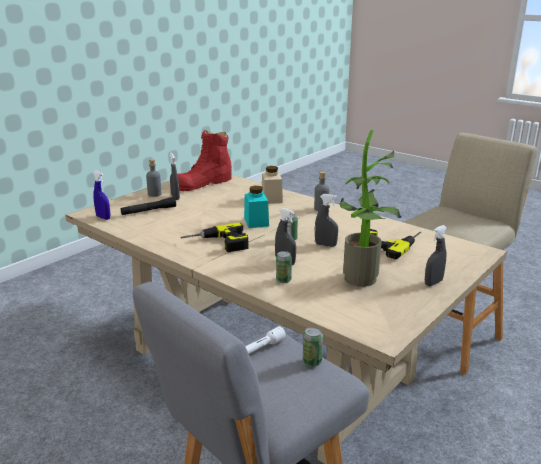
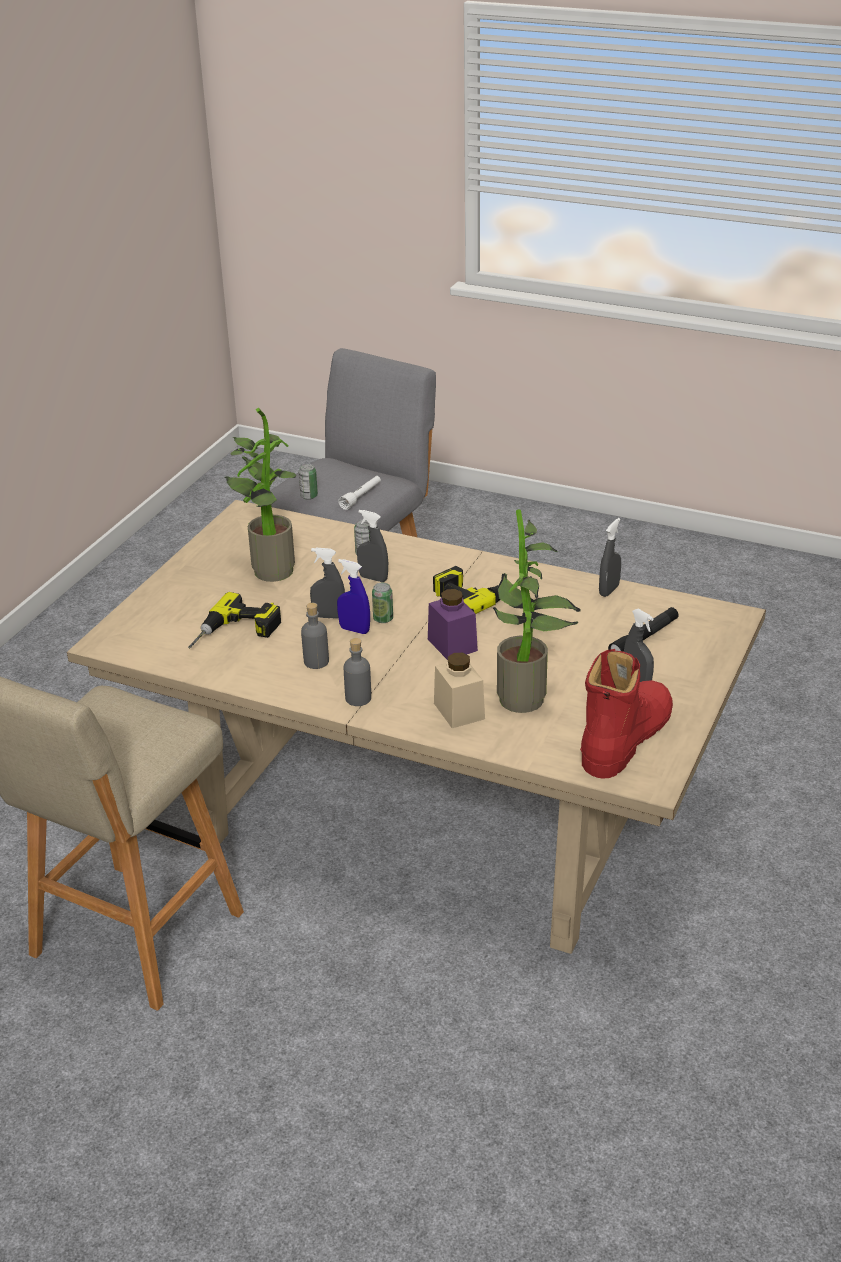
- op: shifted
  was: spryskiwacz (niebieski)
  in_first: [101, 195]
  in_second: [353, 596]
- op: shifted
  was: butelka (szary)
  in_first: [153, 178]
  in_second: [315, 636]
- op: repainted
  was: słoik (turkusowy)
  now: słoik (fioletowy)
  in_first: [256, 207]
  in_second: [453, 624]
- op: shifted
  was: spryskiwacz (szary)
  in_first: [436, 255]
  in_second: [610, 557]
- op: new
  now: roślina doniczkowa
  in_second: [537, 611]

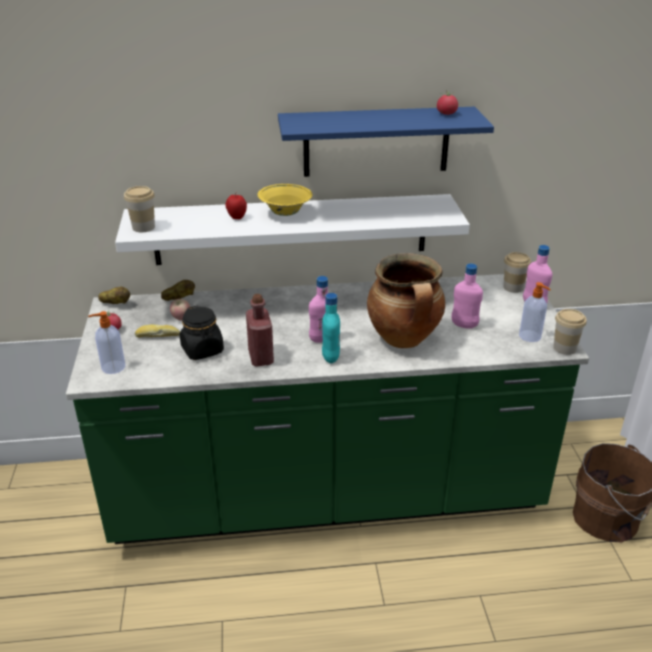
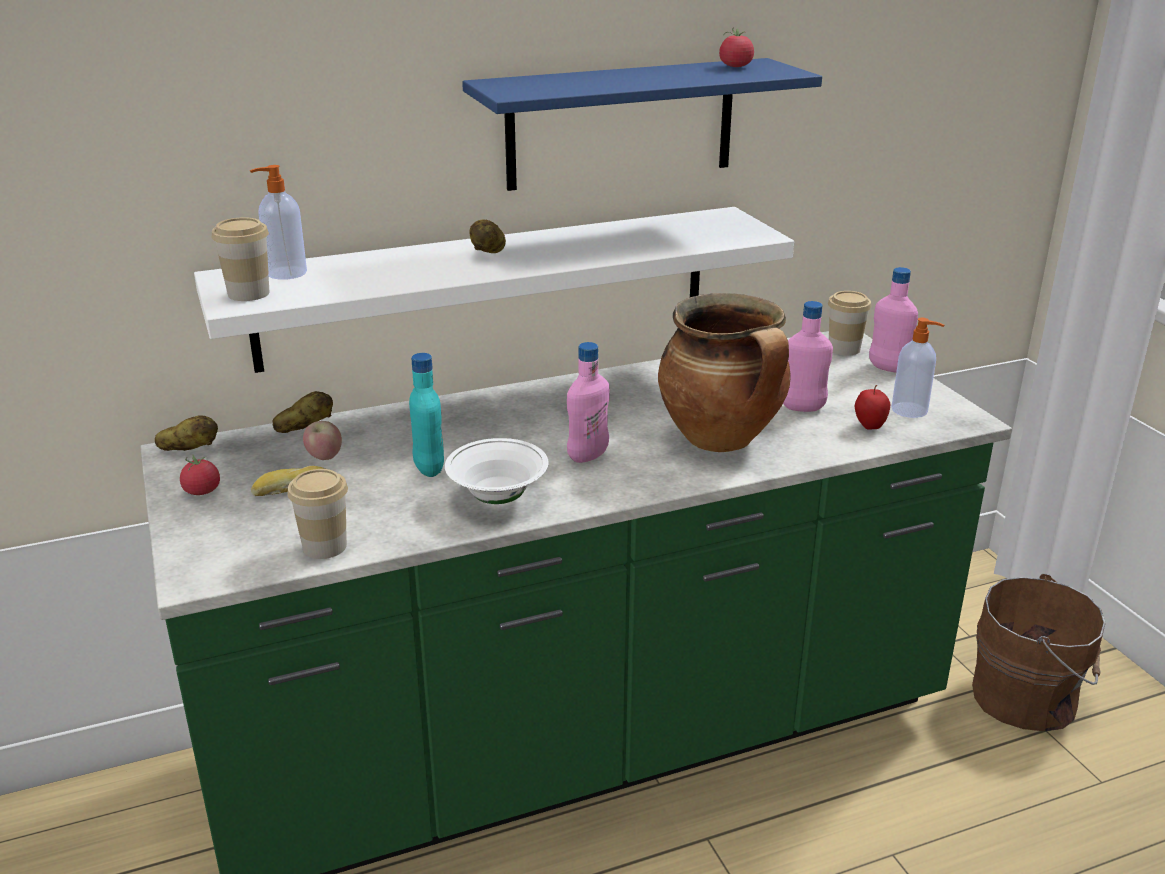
- op: shifted
  was: dozownik mydła
  in_first: [106, 342]
  in_second: [278, 222]
- op: gone
  was: słoik (czarny)
  in_first: [202, 333]
- op: shifted
  was: jabłko
  in_first: [236, 205]
  in_second: [872, 407]
- op: swapped
  was: butelka (czerwony)
  now: miska (biały)
  in_first: [260, 330]
  in_second: [496, 471]
- op: swapped
  was: miska (żółty)
  now: ziemniak
  in_first: [285, 200]
  in_second: [487, 236]
- op: shifted
  was: butelka (turkusowy)
  in_first: [331, 328]
  in_second: [426, 415]
- op: shifted
  was: filiżanka
  in_first: [570, 332]
  in_second: [317, 514]

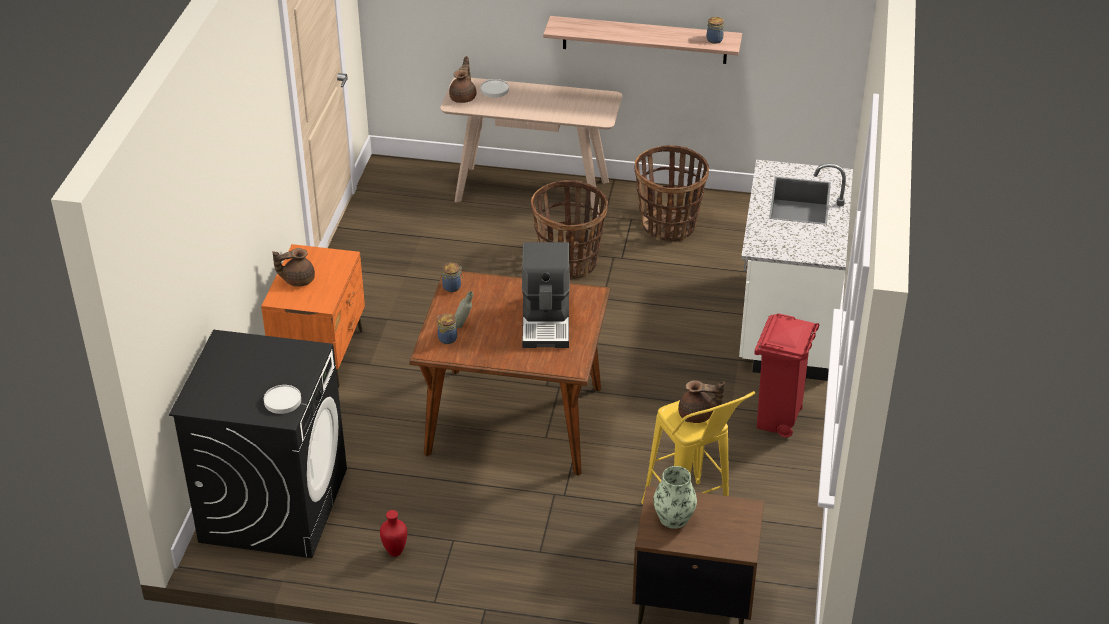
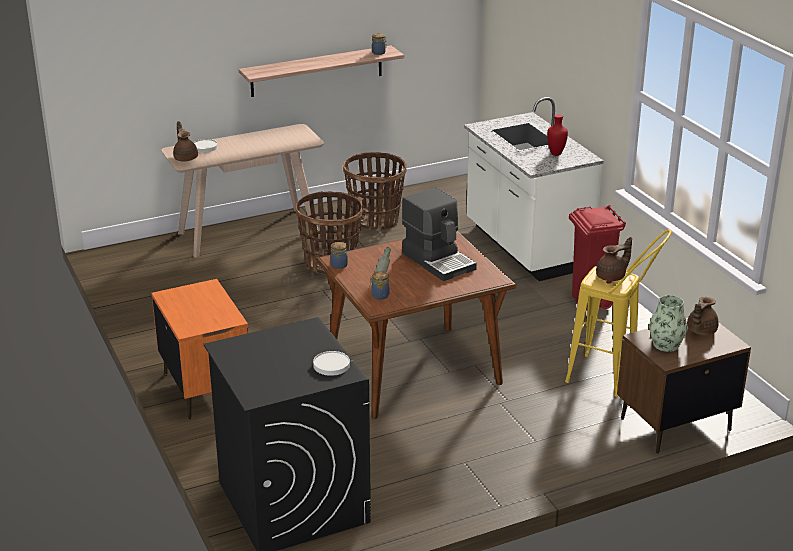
- op: shifted
  was: imbryk (brązowy)
  in_first: [294, 267]
  in_second: [703, 316]
- op: shifted
  was: wazon (czerwony)
  in_first: [393, 533]
  in_second: [557, 135]

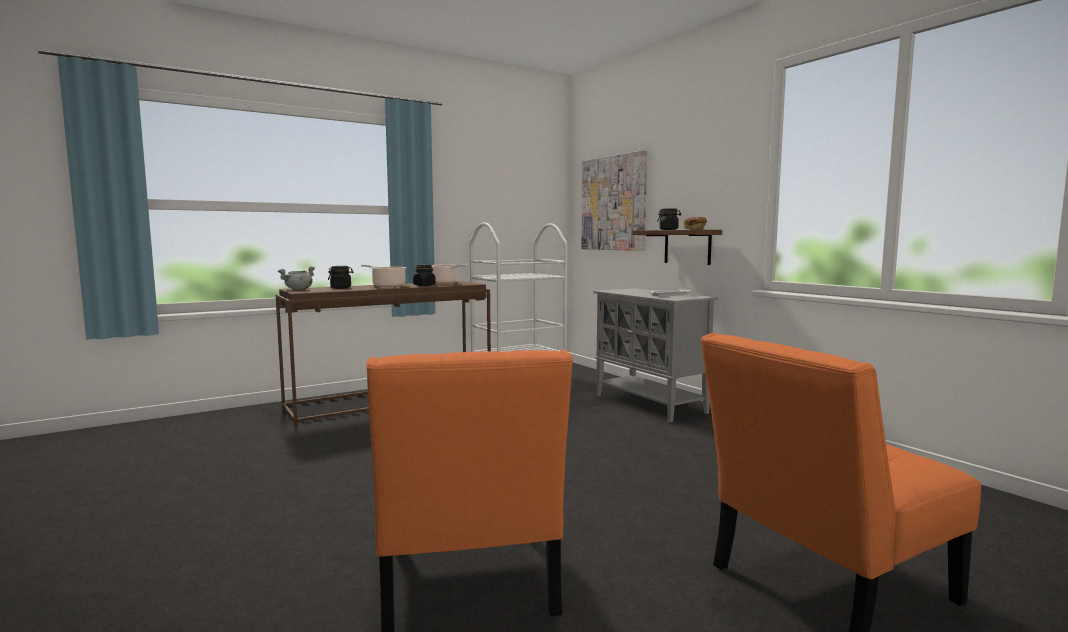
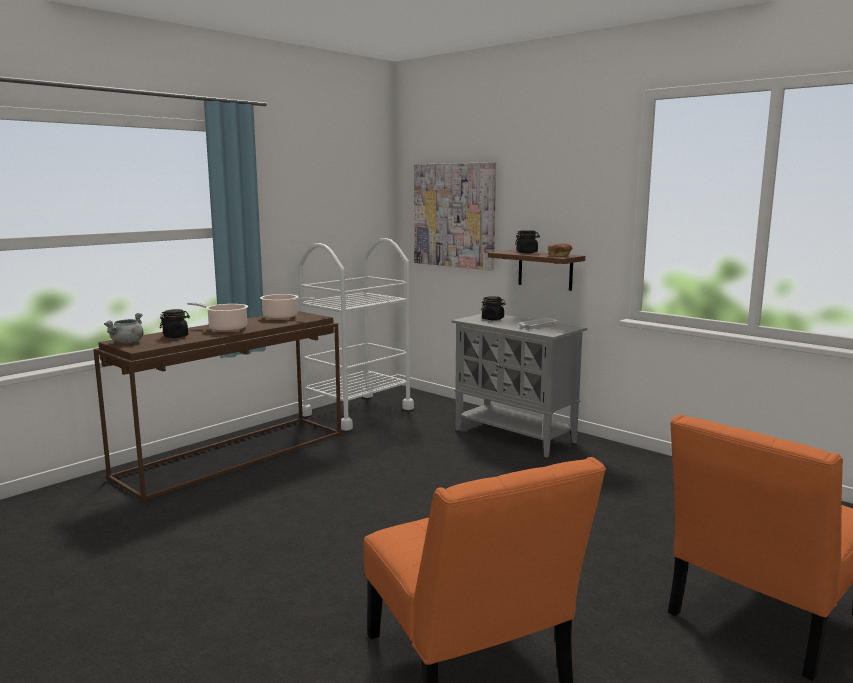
- op: shifted
  was: słoik (czarny)
  in_first: [424, 275]
  in_second: [493, 308]

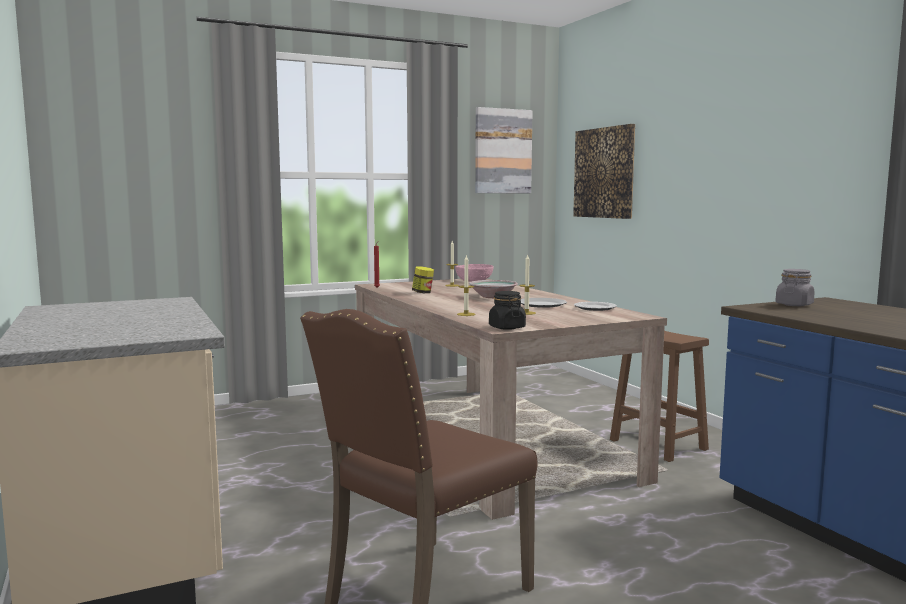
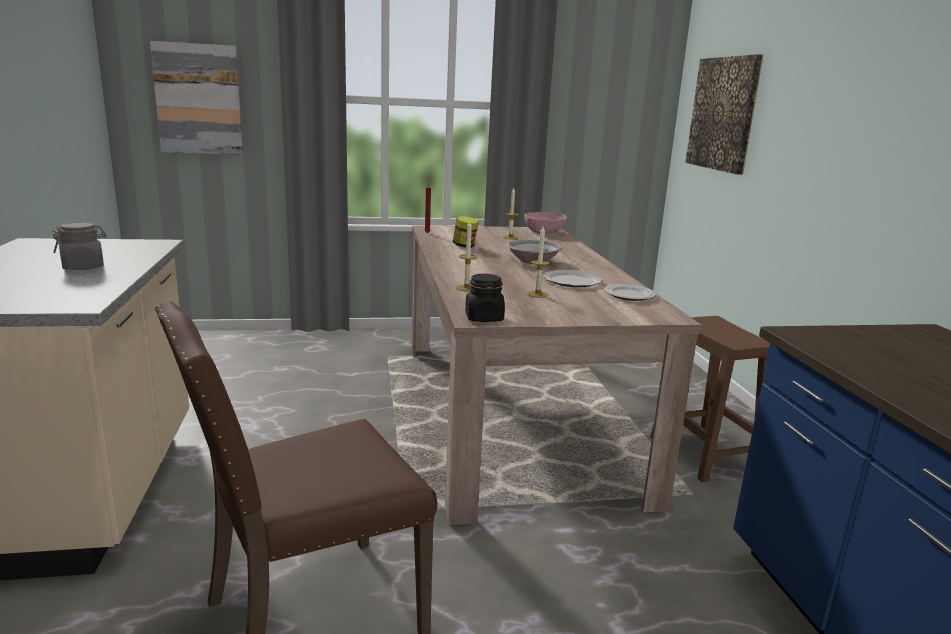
- op: shifted
  was: obraz
  in_first: [503, 150]
  in_second: [196, 98]
- op: shifted
  was: słoik (szary)
  in_first: [794, 287]
  in_second: [80, 246]

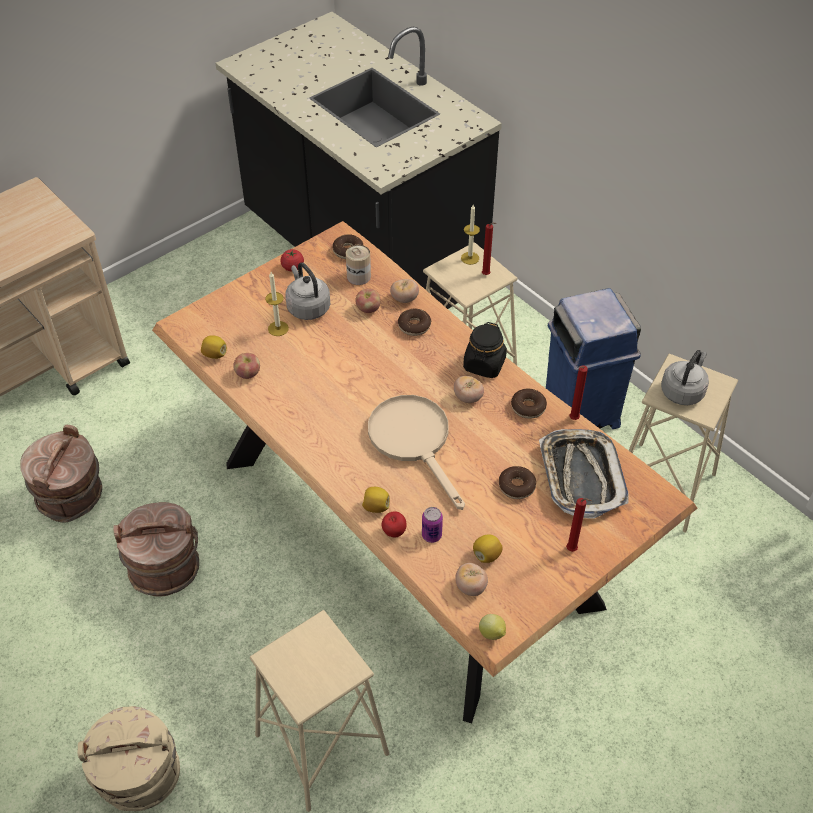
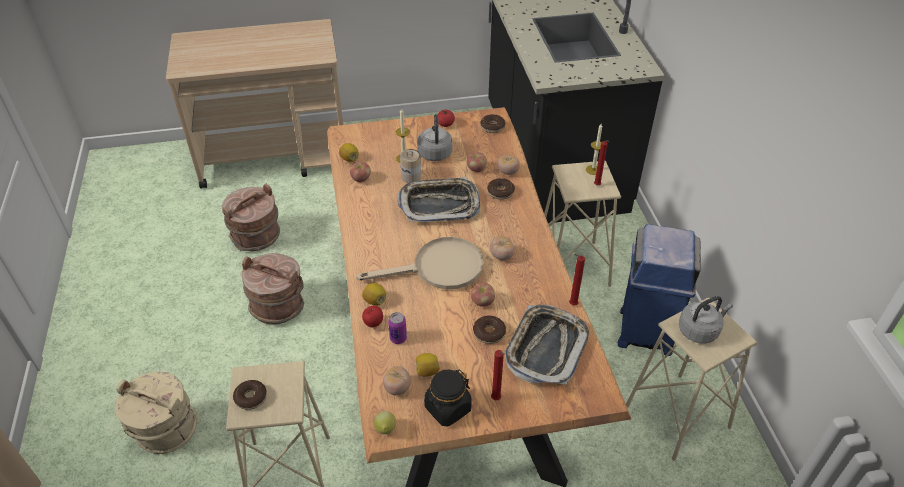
- op: shifted
  was: puszka
  in_first: [358, 265]
  in_second: [410, 166]
- op: rotated
  was: patelnia (beżowy)
  in_first: [416, 452]
  in_second: [419, 263]
  clockwise: 75
- op: shifted
  was: słoik (czarny)
  in_first: [485, 350]
  in_second: [448, 398]
- op: shifted
  was: donut
  in_first: [529, 403]
  in_second: [250, 395]
- op: new
  now: taca
  in_second: [438, 199]
- op: new
  now: jabłko
  in_second: [483, 295]

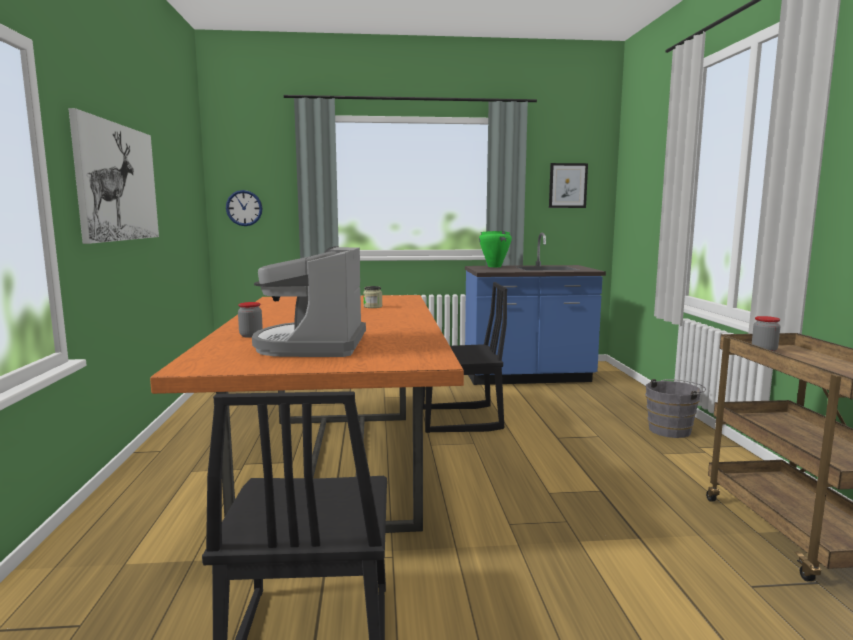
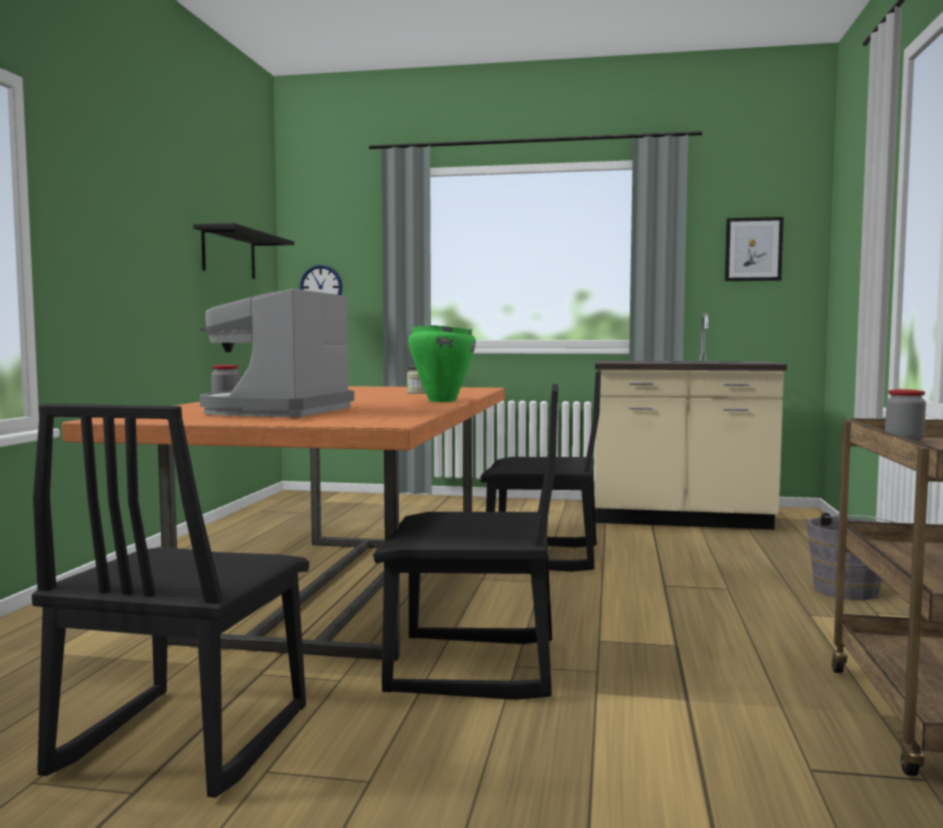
- op: gone
  was: obraz
  in_first: [114, 176]
- op: repainted
  was: zabudowa kuchenna (niebieski)
  now: zabudowa kuchenna (beżowy)
  in_first: [535, 308]
  in_second: [690, 421]
- op: shifted
  was: garnek (zielony)
  in_first: [495, 249]
  in_second: [442, 363]
- op: new
  now: półka (czarny)
  in_second: [243, 251]
- op: new
  now: krzesło (czarny)
  in_second: [465, 542]

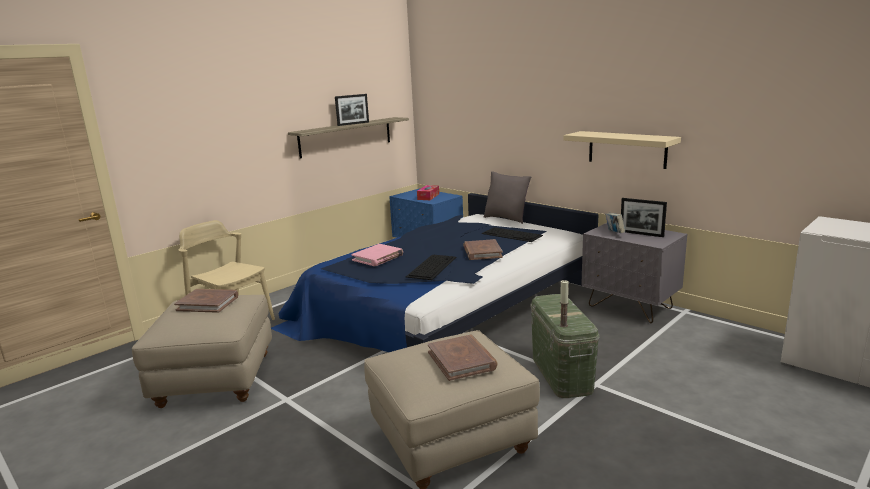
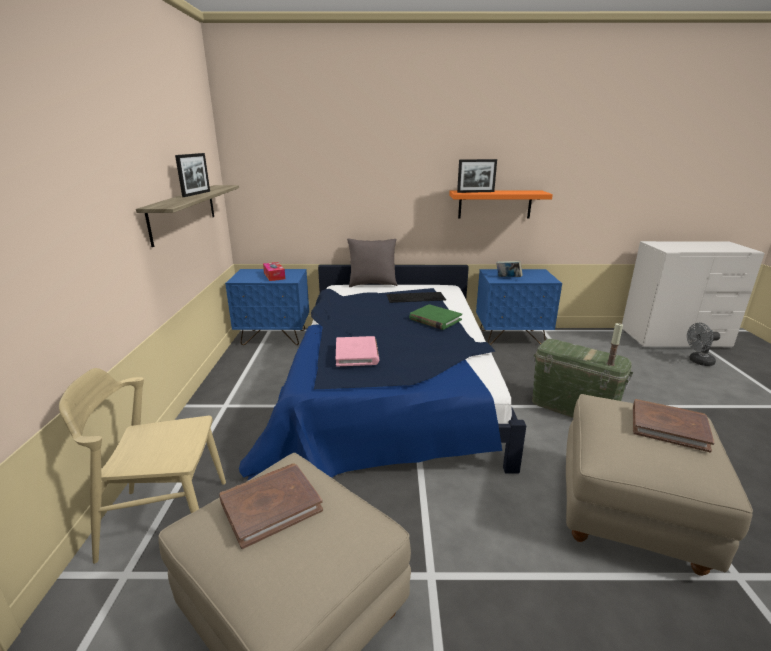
- op: gone
  was: klawiatura
  in_first: [431, 267]
- op: repainted
  was: książka (brązowy)
  now: książka (zielony)
  in_first: [483, 249]
  in_second: [435, 317]
- op: repainted
  was: półka (beżowy)
  now: półka (pomarańczowy)
  in_first: [622, 150]
  in_second: [501, 205]
- op: repainted
  was: szafka nocna (szary)
  now: szafka nocna (niebieski)
  in_first: [634, 273]
  in_second: [519, 307]
- op: shifted
  was: ramka na zdjęcie
  in_first: [644, 217]
  in_second: [477, 176]
- op: new
  now: wentylator (szary)
  in_second: [703, 344]

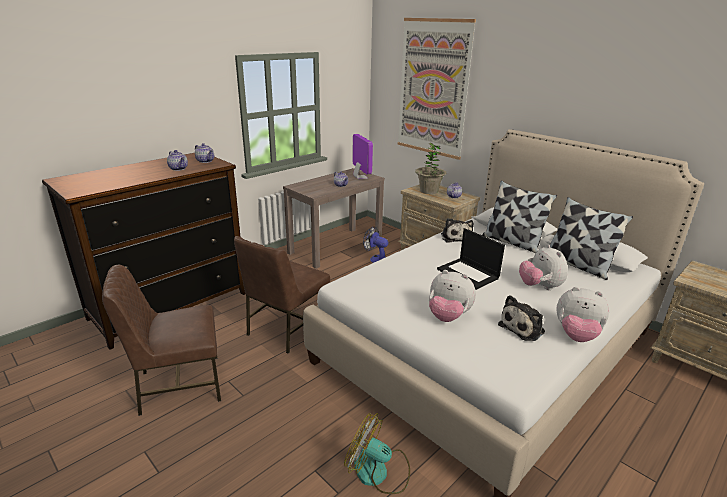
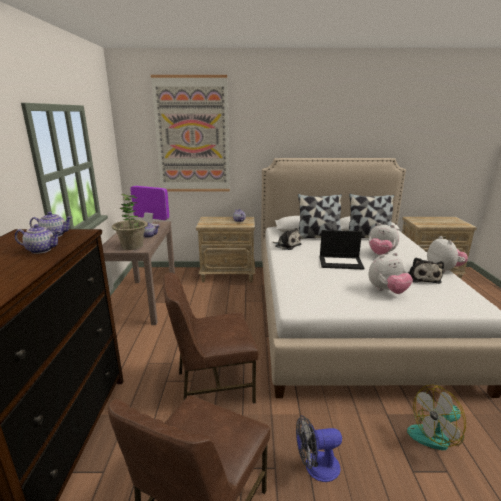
- op: rotated
  was: krzesło (brązowy)
  in_first: [282, 294]
  in_second: [211, 337]
  clockwise: 90
- op: shifted
  was: wentylator
  in_first: [376, 245]
  in_second: [319, 448]
- op: shifted
  was: roślina doniczkowa
  in_first: [430, 168]
  in_second: [130, 222]
- op: rotated
  was: pluszak
  in_first: [582, 314]
  in_second: [447, 254]
  clockwise: -75

